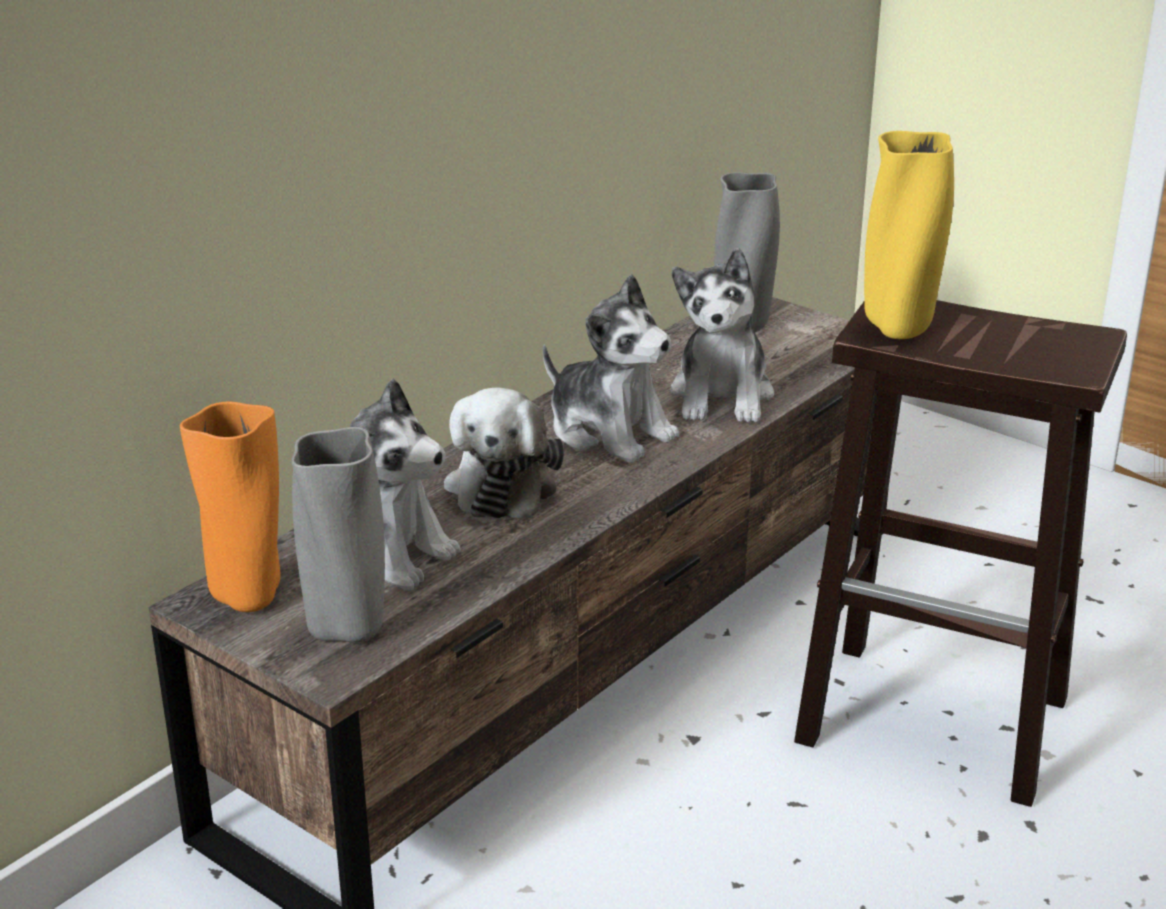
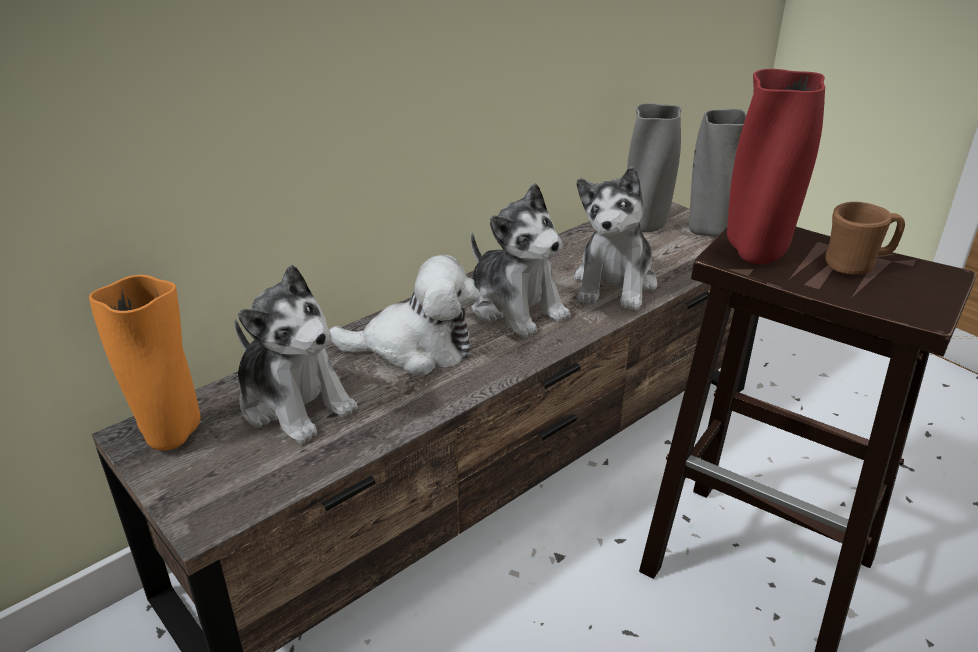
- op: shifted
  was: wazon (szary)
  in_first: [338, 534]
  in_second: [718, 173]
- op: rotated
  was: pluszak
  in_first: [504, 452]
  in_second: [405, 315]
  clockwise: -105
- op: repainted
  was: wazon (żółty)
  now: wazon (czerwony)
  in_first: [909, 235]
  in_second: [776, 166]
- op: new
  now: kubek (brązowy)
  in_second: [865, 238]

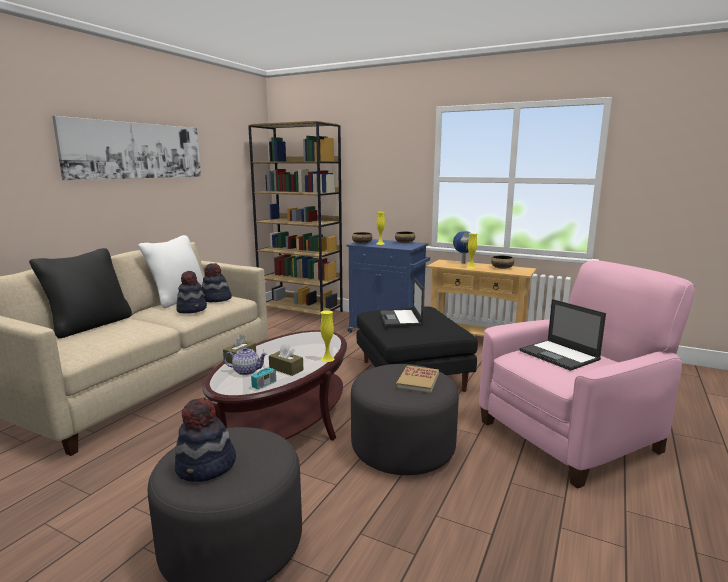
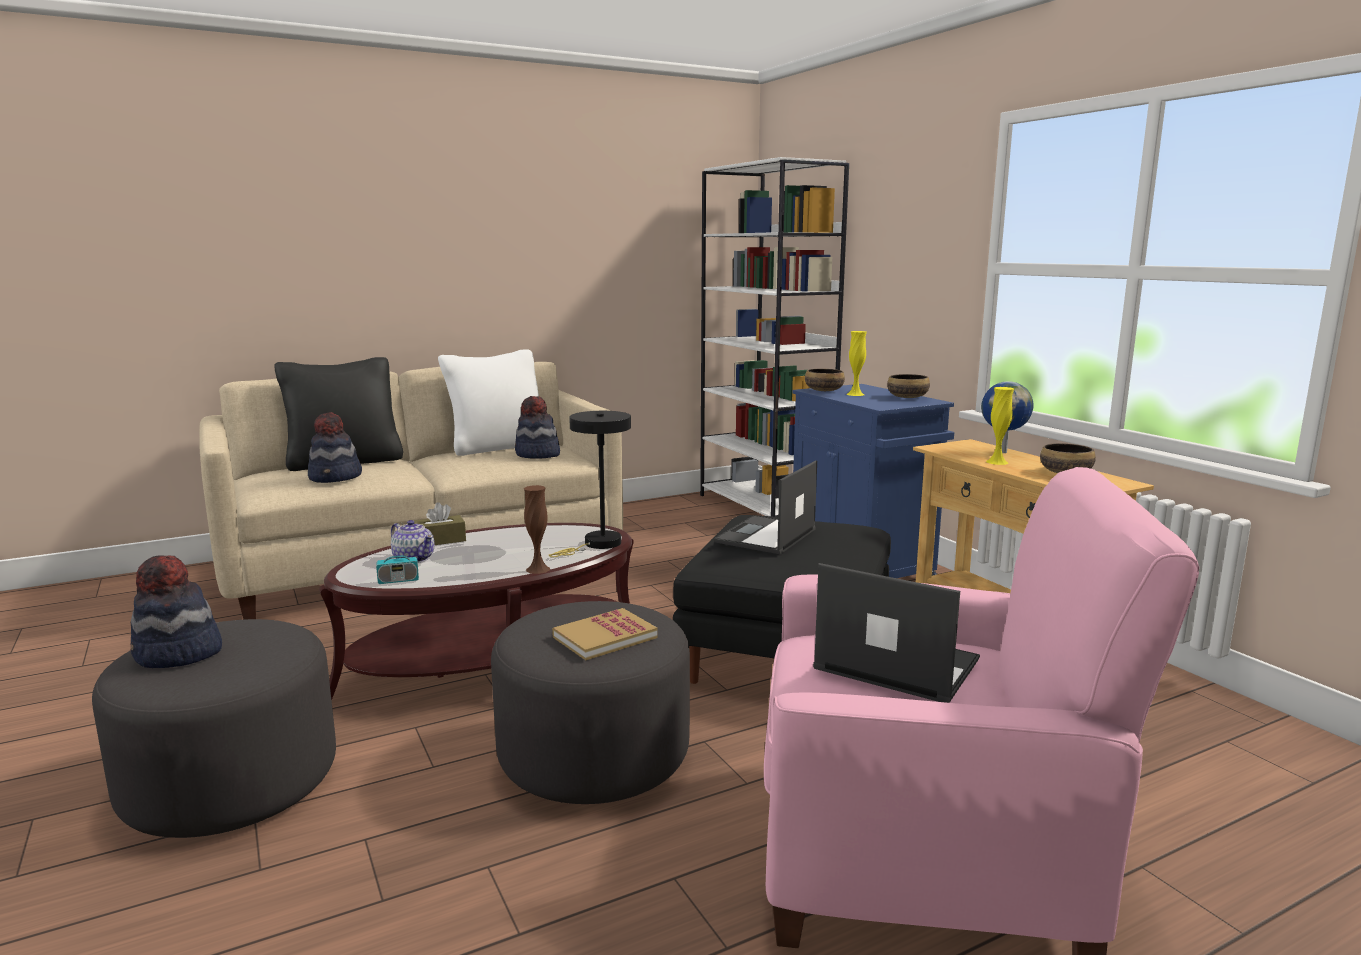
- op: gone
  was: obraz
  in_first: [126, 148]
- op: shifted
  was: kapelusz
  in_first: [191, 292]
  in_second: [335, 447]
- op: repainted
  was: regał (brązowy)
  now: regał (biały)
  in_first: [295, 218]
  in_second: [774, 337]
- op: gone
  was: pudełko chusteczek (brązowy)
  in_first: [286, 359]
- op: repainted
  was: wazon (żółty)
  now: wazon (brązowy)
  in_first: [327, 336]
  in_second: [537, 529]
- op: rotated
  was: laptop
  in_first: [562, 335]
  in_second: [896, 633]
  clockwise: 120
- op: new
  now: lampa stołowa (czarny)
  in_second: [590, 484]

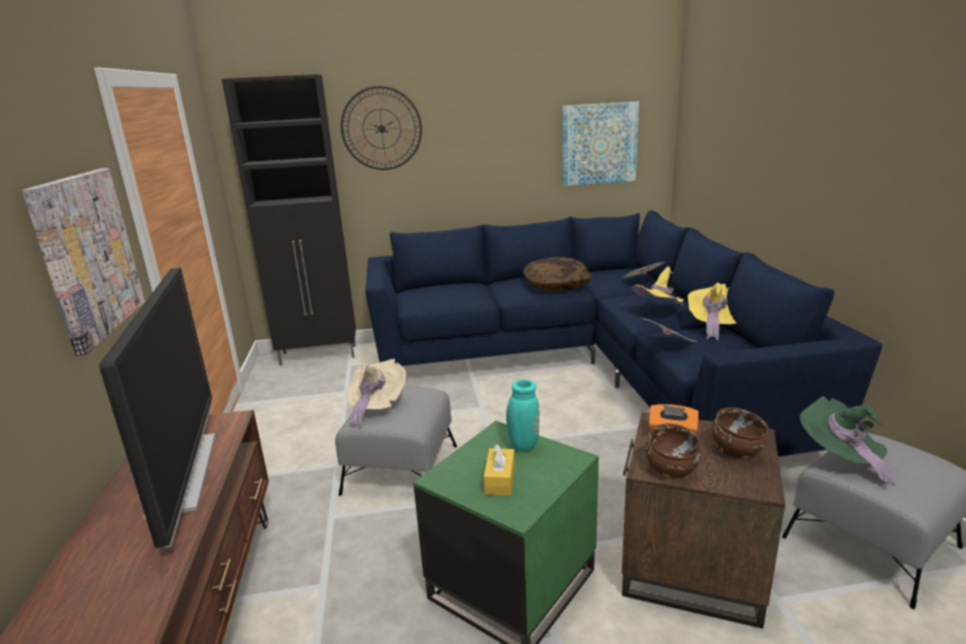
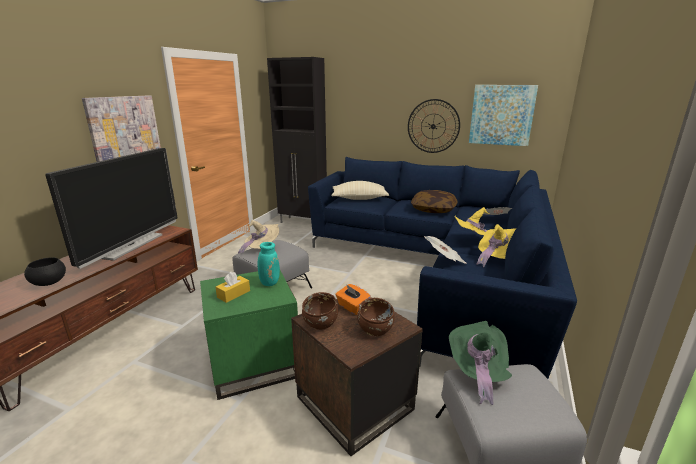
- op: shifted
  was: zegar ścienny
  in_first: [381, 128]
  in_second: [434, 126]
- op: new
  now: miska (czarny)
  in_second: [45, 271]
- op: new
  now: poduszka (beżowy)
  in_second: [360, 190]

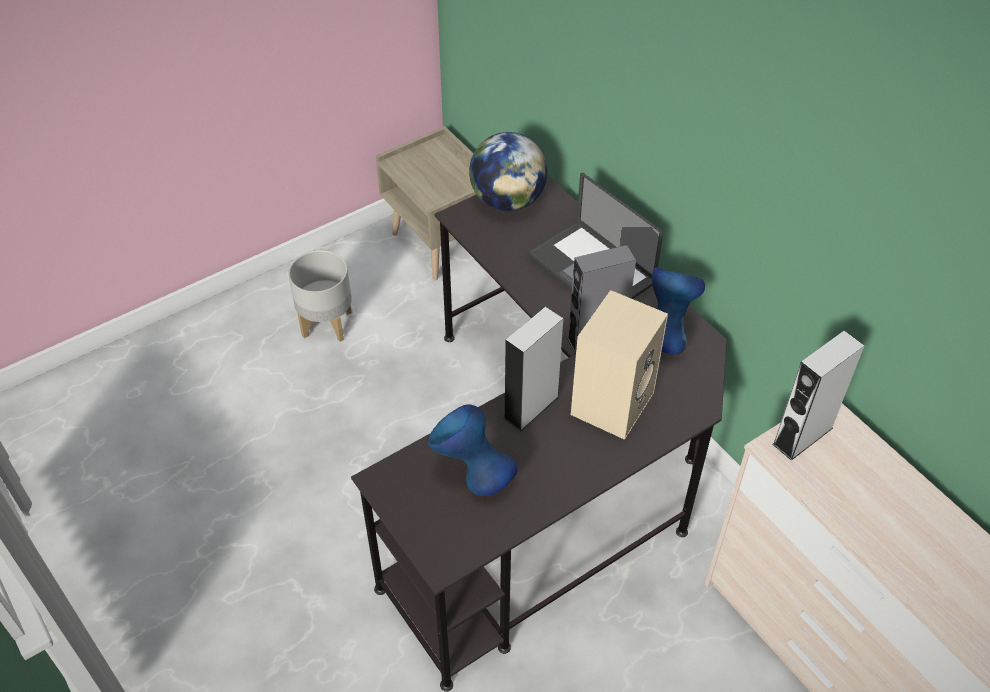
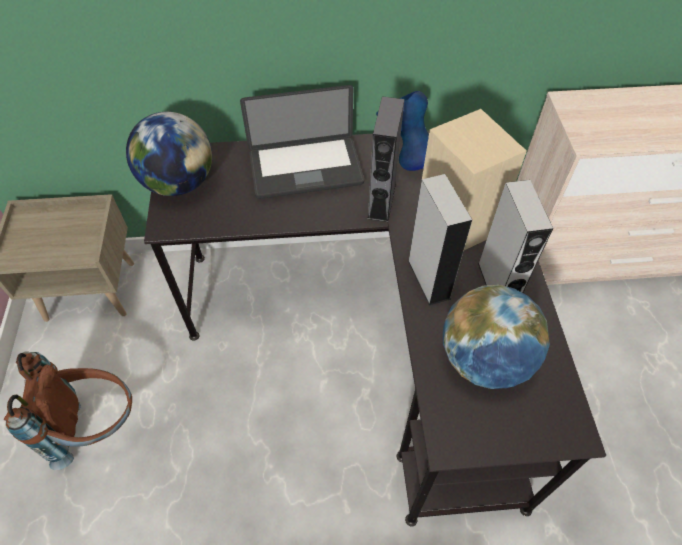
- op: swapped
  was: donica (szary)
  now: plecak (brązowy)
  in_first: [320, 296]
  in_second: [68, 410]
- op: swapped
  was: wazon (niebieski)
  now: globus
  in_first: [473, 450]
  in_second: [496, 337]
- op: shifted
  was: głośnik (szary)
  in_first: [818, 396]
  in_second: [515, 236]

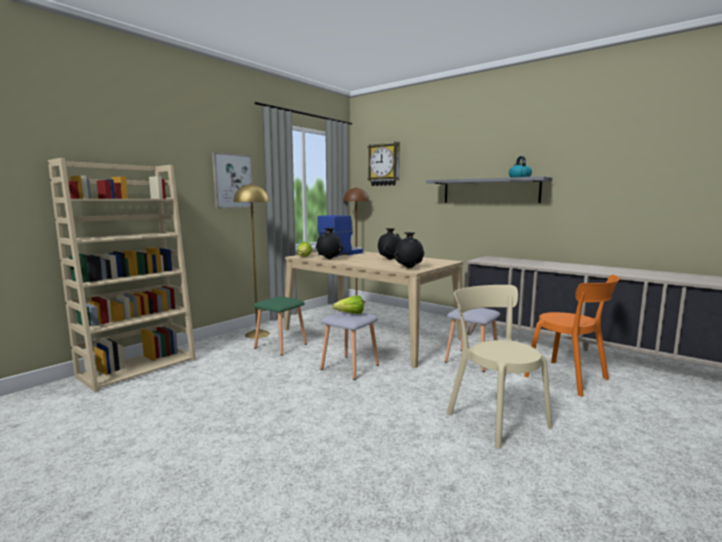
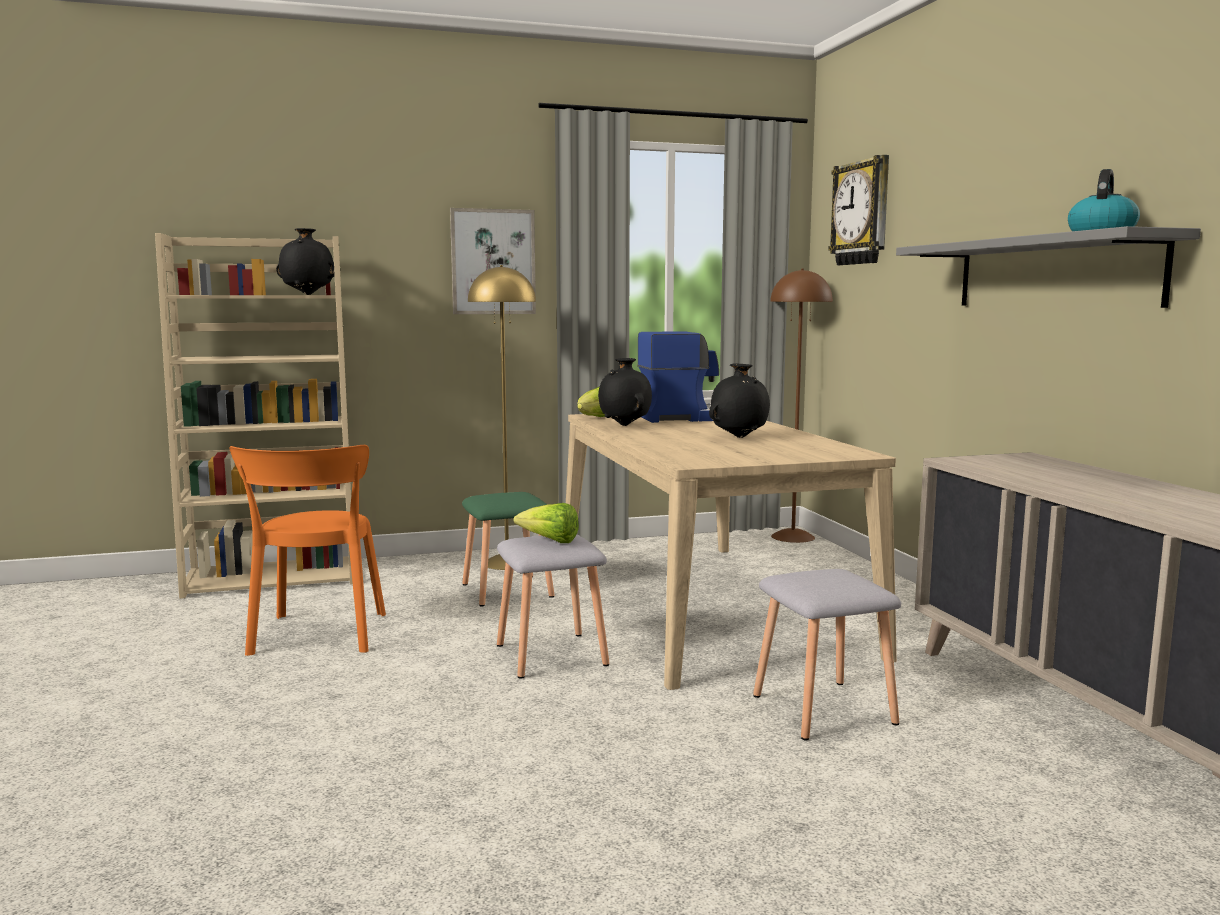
- op: shifted
  was: wazon (czarny)
  in_first: [409, 250]
  in_second: [305, 261]
- op: gone
  was: krzesło (beżowy)
  in_first: [500, 366]
- op: shifted
  was: krzesło (pomarańczowy)
  in_first: [572, 336]
  in_second: [307, 550]

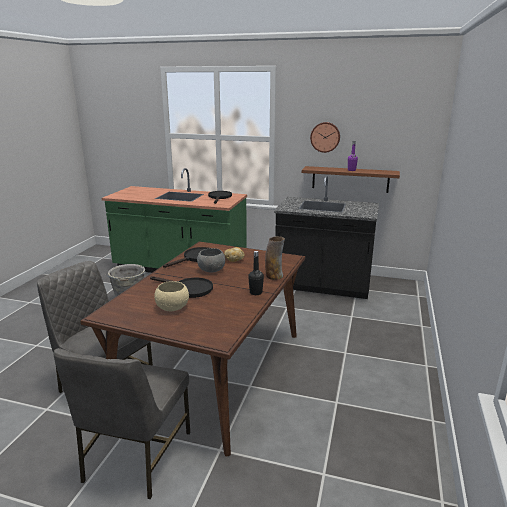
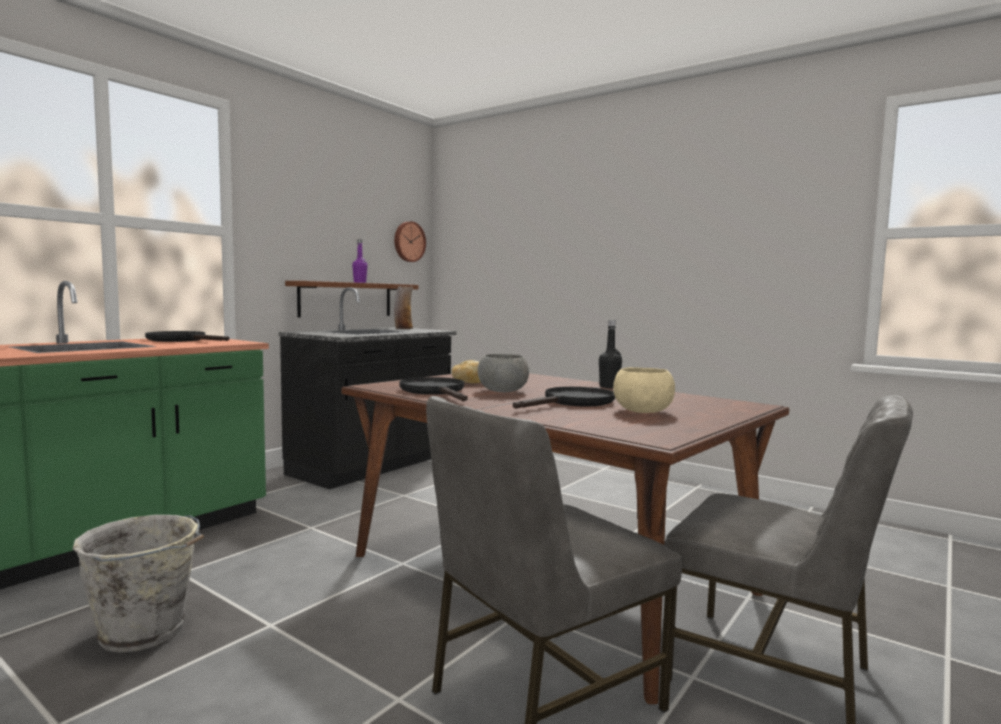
- op: shifted
  was: wazon
  in_first: [275, 258]
  in_second: [403, 307]
- op: shifted
  was: zegar ścienny
  in_first: [325, 137]
  in_second: [410, 241]

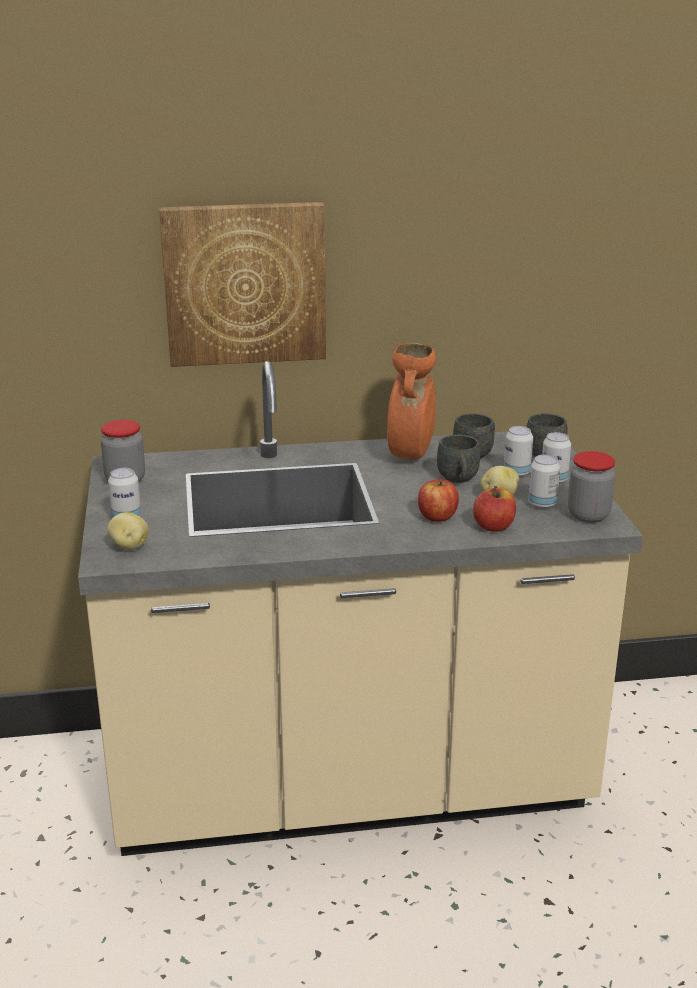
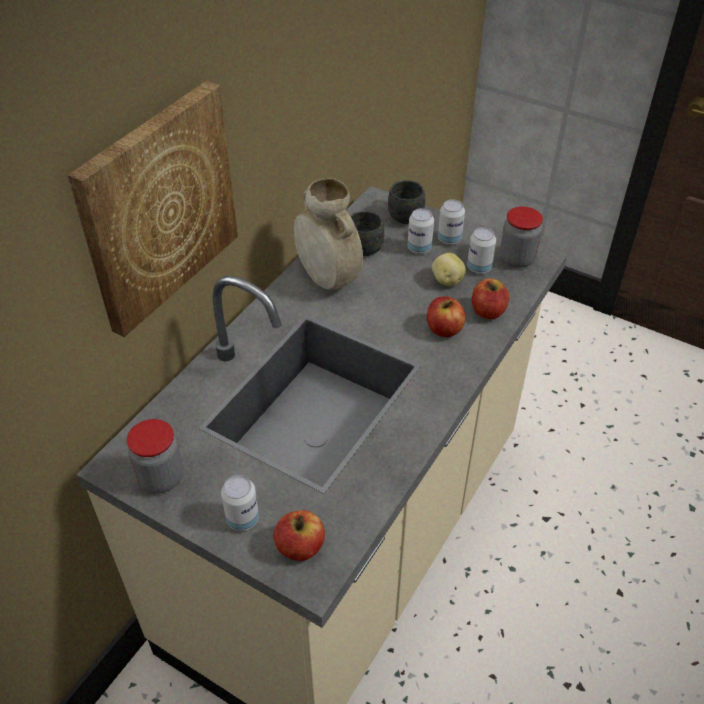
- op: swapped
  was: ziemniak
  now: jabłko
  in_first: [128, 531]
  in_second: [299, 535]
- op: repainted
  was: wazon (pomarańczowy)
  now: wazon (beżowy)
  in_first: [411, 401]
  in_second: [328, 234]
- op: gone
  was: kubek (szary)
  in_first: [458, 459]

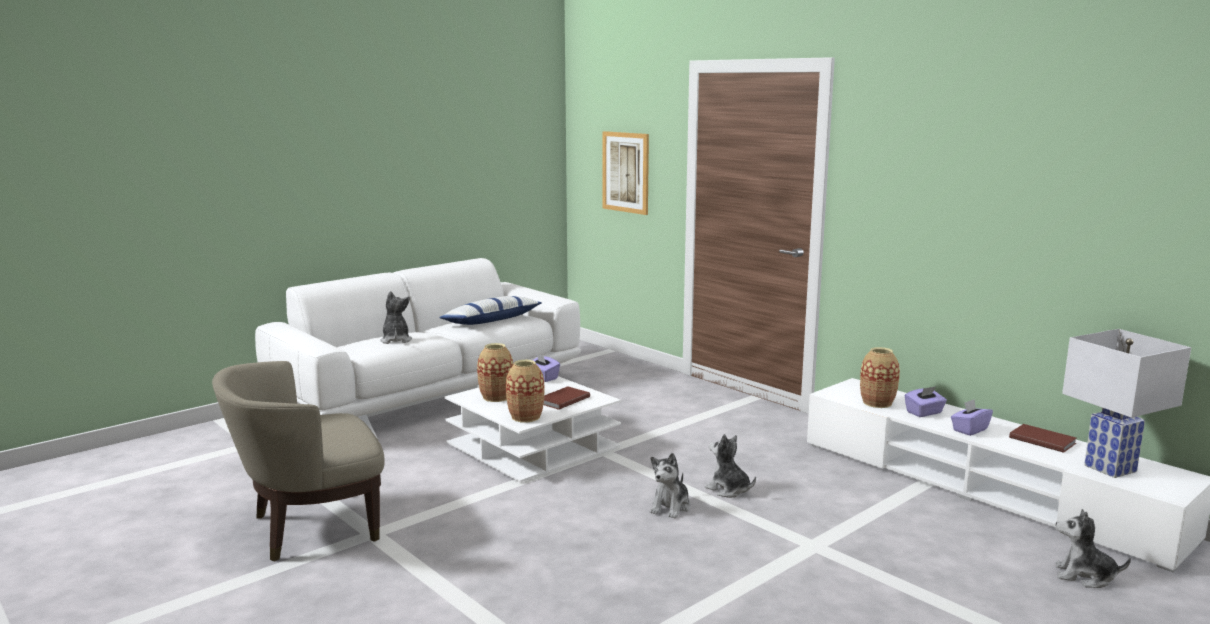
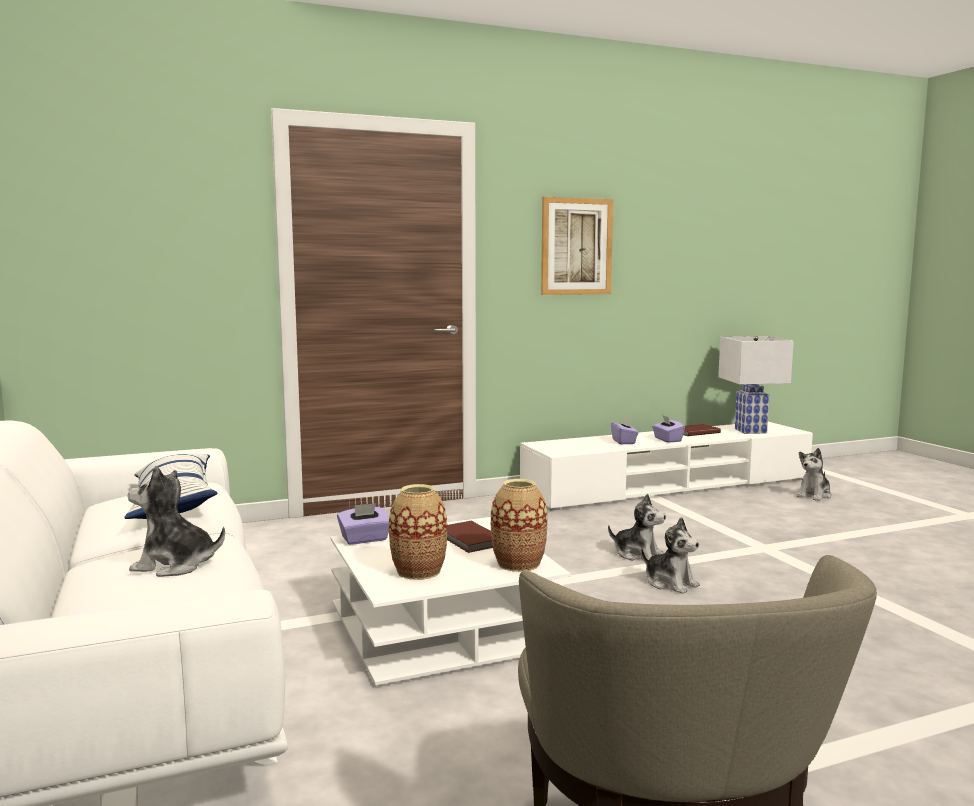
- op: shifted
  was: obraz
  in_first: [625, 173]
  in_second: [577, 246]
- op: rotated
  was: pluszak
  in_first: [730, 466]
  in_second: [637, 527]
  clockwise: -120
- op: gone
  was: wazon
  in_first: [880, 377]

